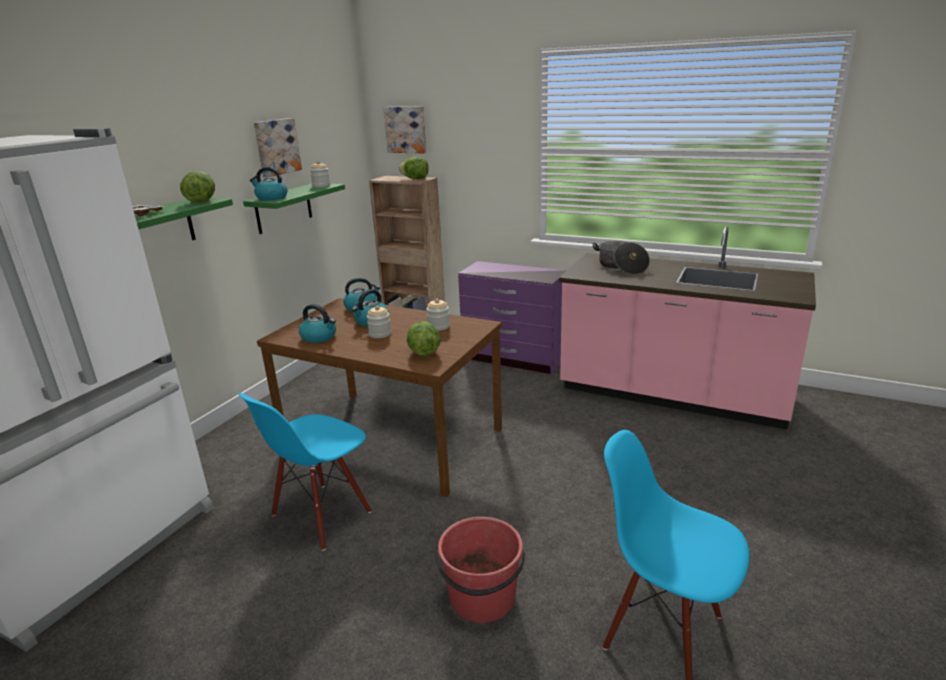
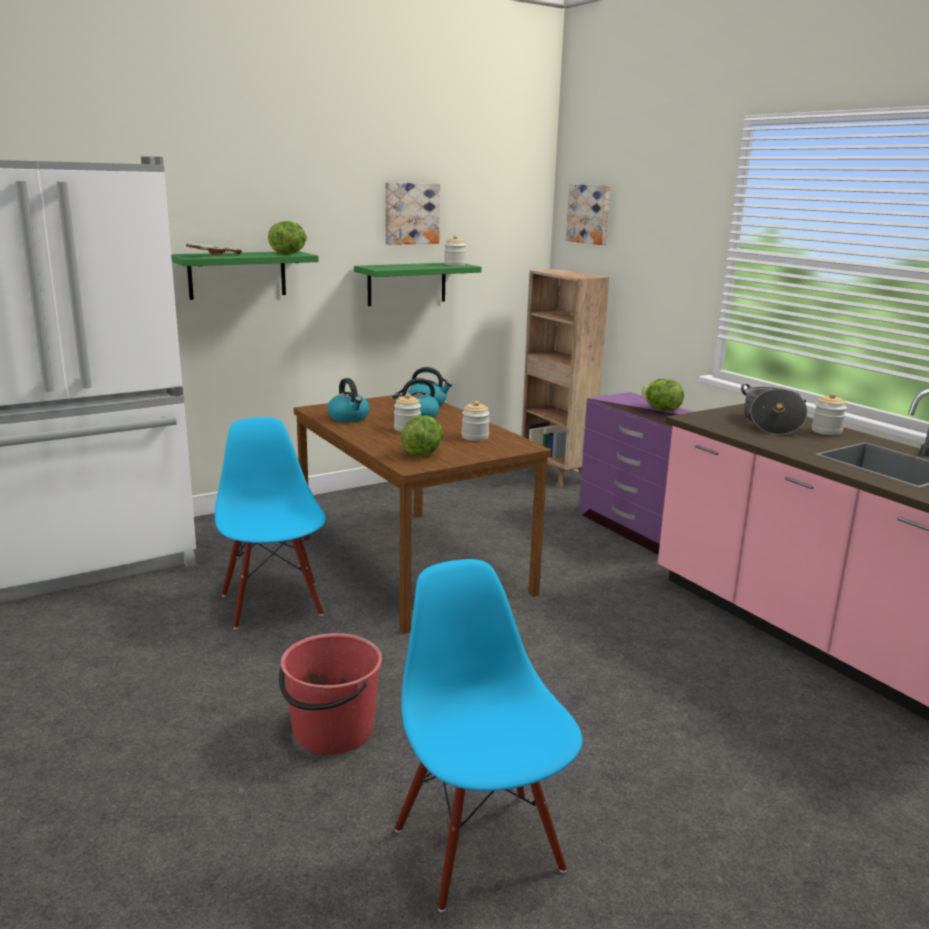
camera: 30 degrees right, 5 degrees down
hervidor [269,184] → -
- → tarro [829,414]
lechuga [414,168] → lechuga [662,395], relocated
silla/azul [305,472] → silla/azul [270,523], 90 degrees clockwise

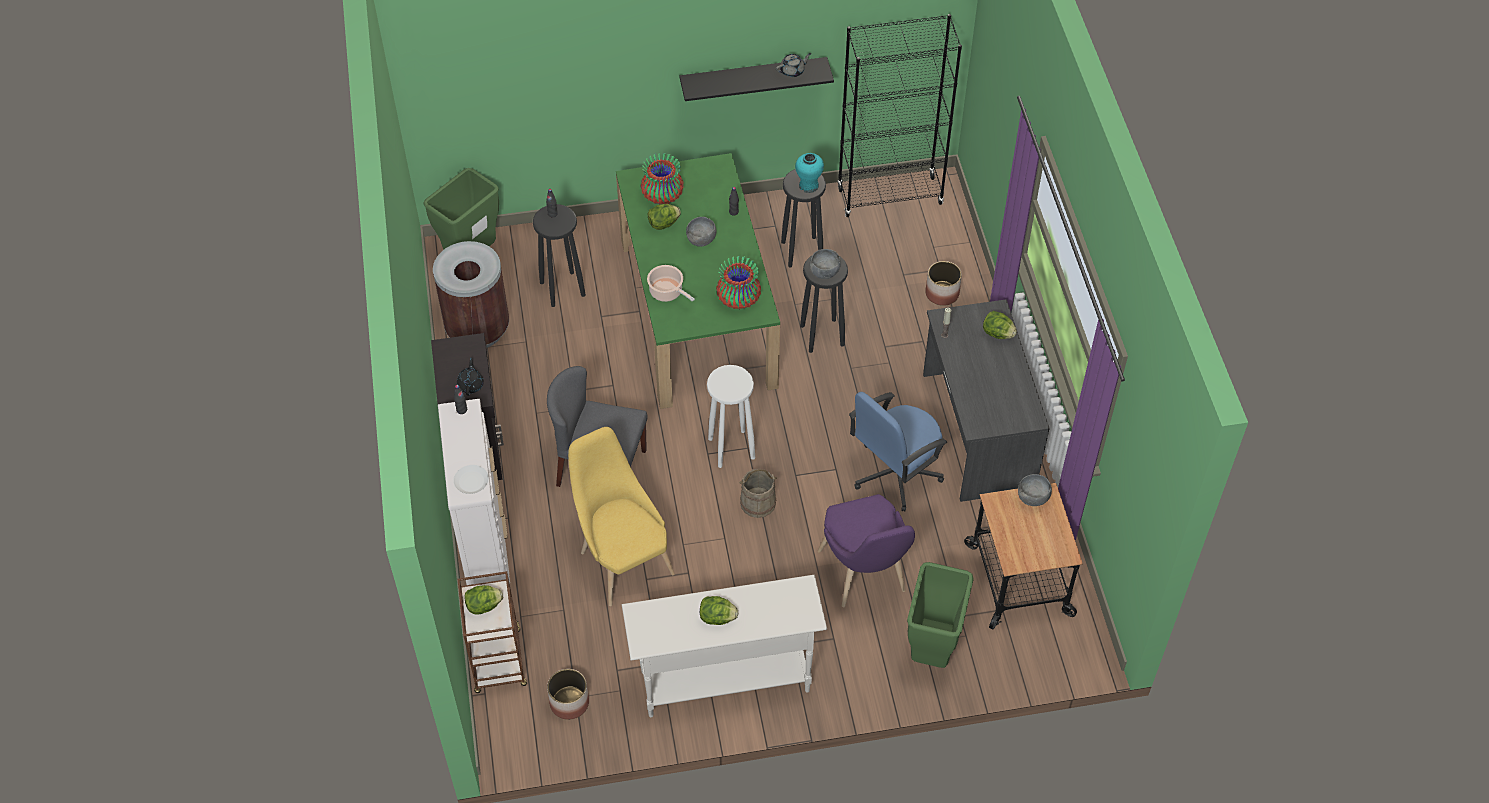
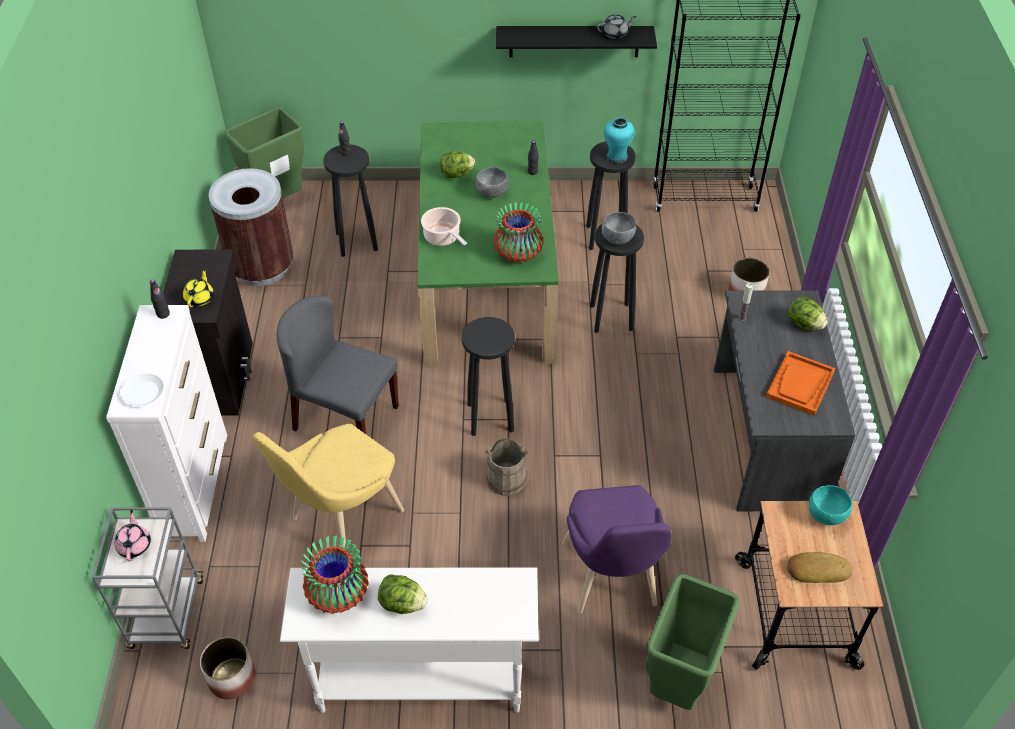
camera: 10 degrees right, 5 degrees down
silla de oficina/azul [898,452] → -
- → bandeja/naranja [800,383]
- → pan [820,567]
florero [662,178] → florero [335,574], relocated
lechuga [483,600] → tetera/rosa [132,536]
tetera/negro [470,376] → tetera/amarillo [198,287]
carrito/marrón [492,632] → carrito/gris [148,578]
taburete/blanco [731,416] → taburete/negro [488,376]
cuenco/gris [1035,490] → cuenco/turquesa [830,505]
silla/amarillo [621,516] → silla/amarillo [328,486], 120 degrees counterclockwise

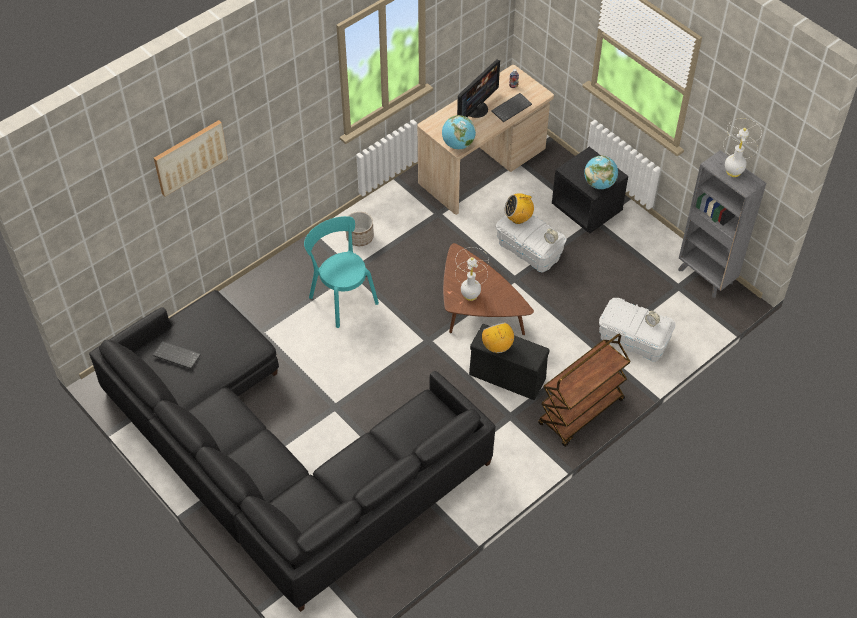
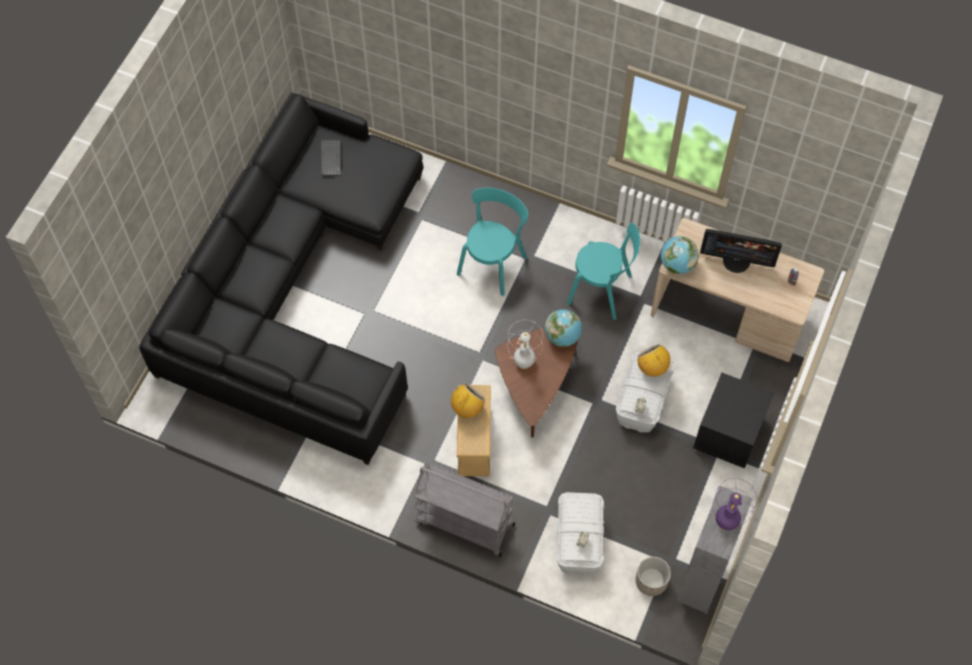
camera: 65 degrees right, 10 degrees up
cuadro [191,158] → -
teclado [511,107] → -
- → silla/turquesa [603,271]
maceta [360,229] → maceta [653,576], relocated
globo terráqueo [601,172] → globo terráqueo [563,328], relocated
caja de almacenaje/negro [509,362] → caja de almacenaje/beis [474,430]
carrito/marrón [584,390] → carrito/gris [464,510]
lámpara de mesa/blanco [742,147] → lámpara de mesa/morado [734,504]

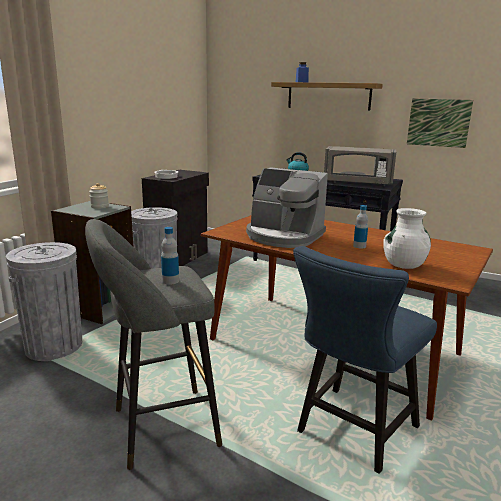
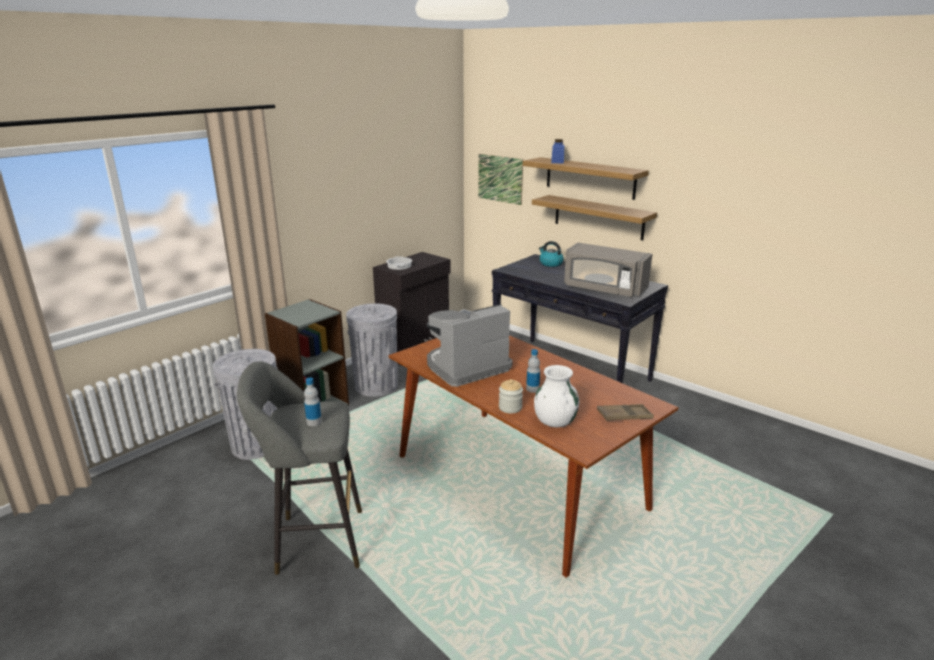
camera: 15 degrees right, 5 degrees up
silla/azul [365,360] → -
- → estante [594,217]
- → bandeja/marrón [625,412]
tarro [99,196] → tarro [511,396], relocated
cuadro [440,123] → cuadro [500,179], relocated
cafetera [287,207] → cafetera [470,345], 105 degrees clockwise

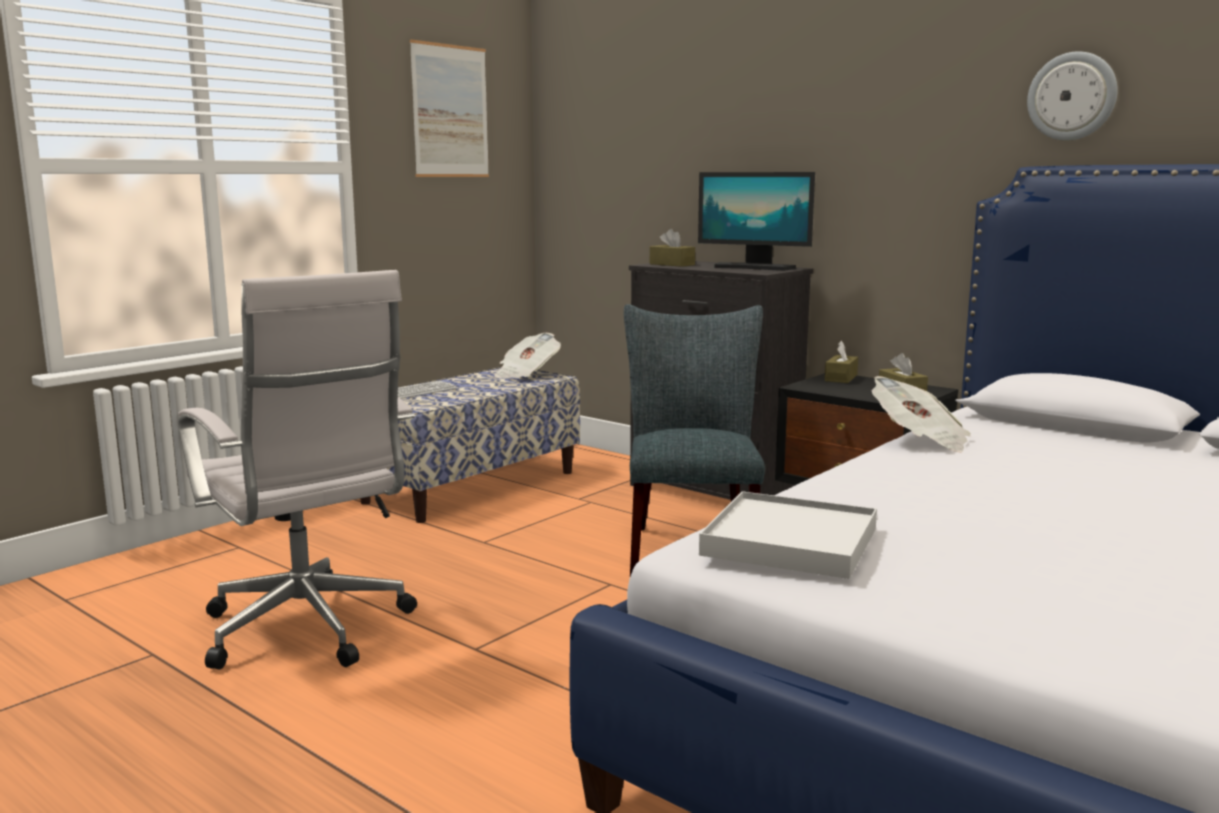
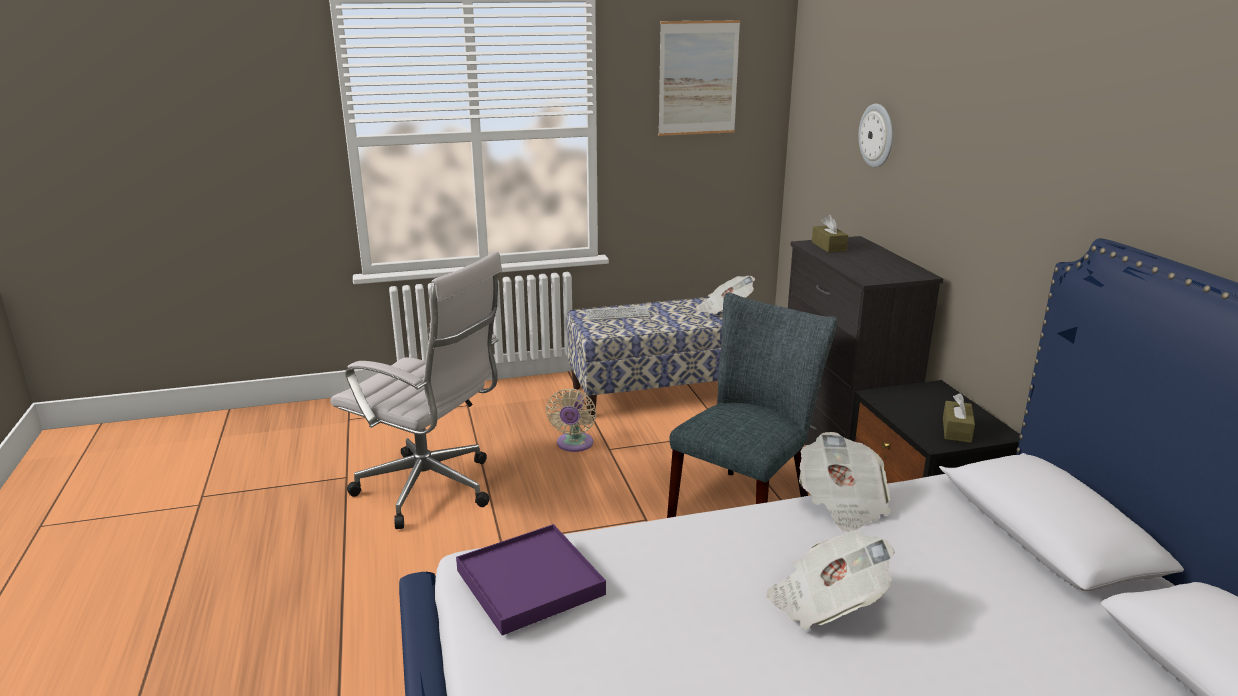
camera: 35 degrees right, 10 degrees up
monitor [756,221] → -
caja de pañuelos/marrón [841,362] → -
- → ventilador/beis [571,420]
- → periódico [831,580]
reloj de pared [1072,96] → reloj de pared [875,136], relocated
bandeja/blanco [788,535] → bandeja/morado [531,580]
silla de oficina/blanco [297,469] → silla de oficina/blanco [416,390], 60 degrees counterclockwise

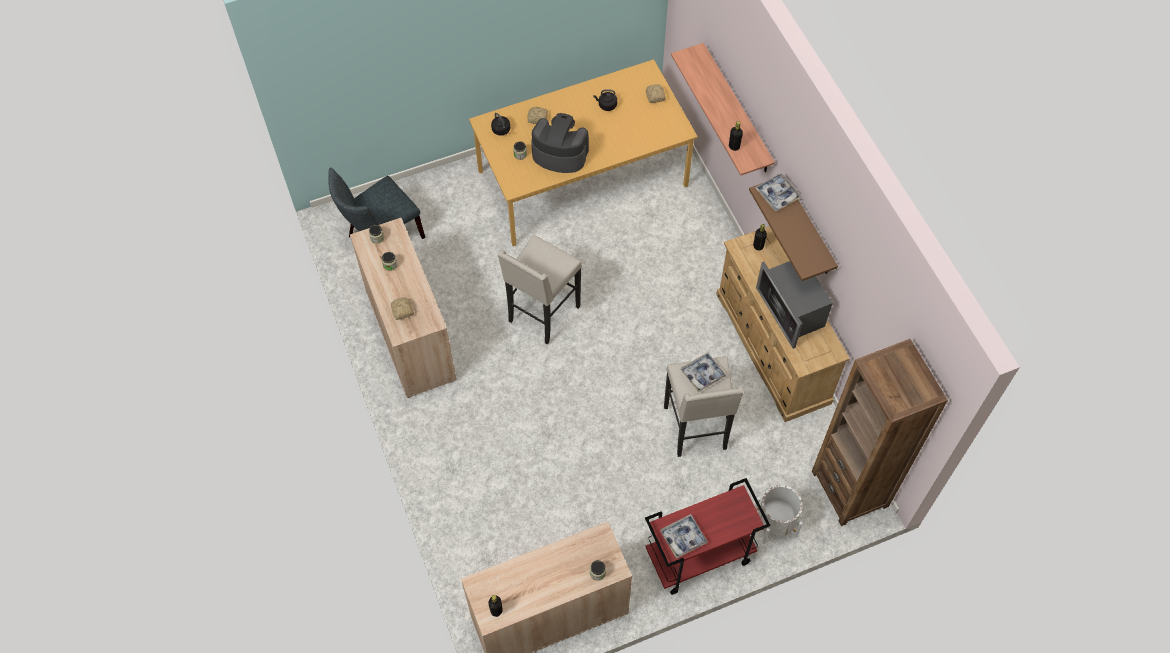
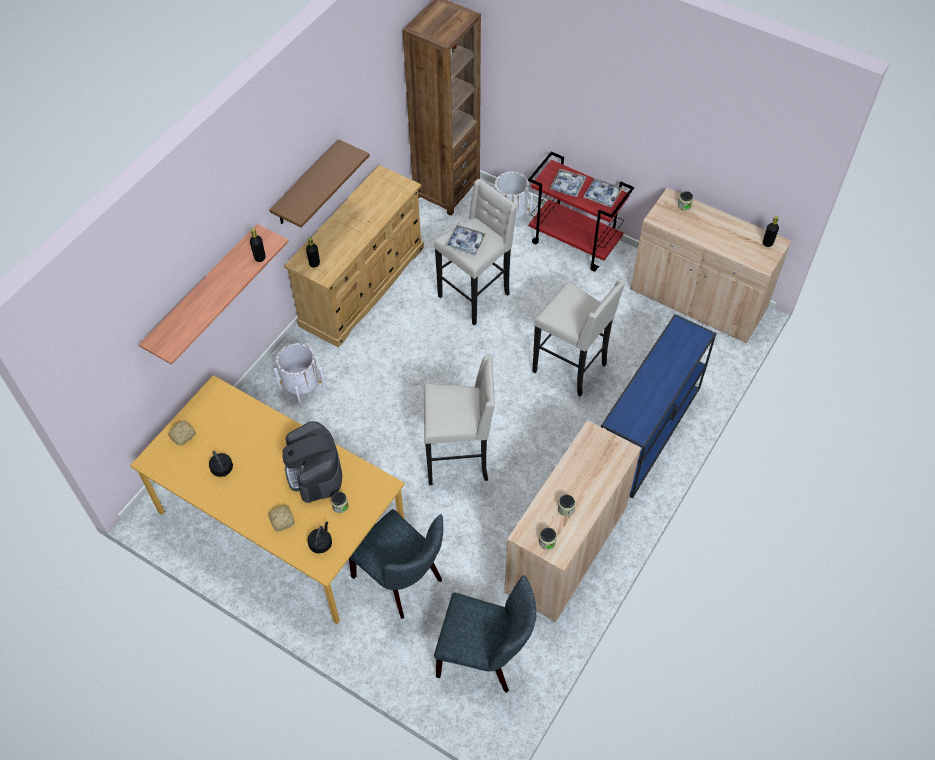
camera: 125 degrees left, 5 degrees down
pan [402,308] → -
microondas [794,305] → -
- → maceta/blanco [300,375]
- → silla/gris [396,564]
- → taburete/beis [579,338]
- → mesa consola/azul [658,406]
bandeja [778,192] → bandeja [568,183], relocated

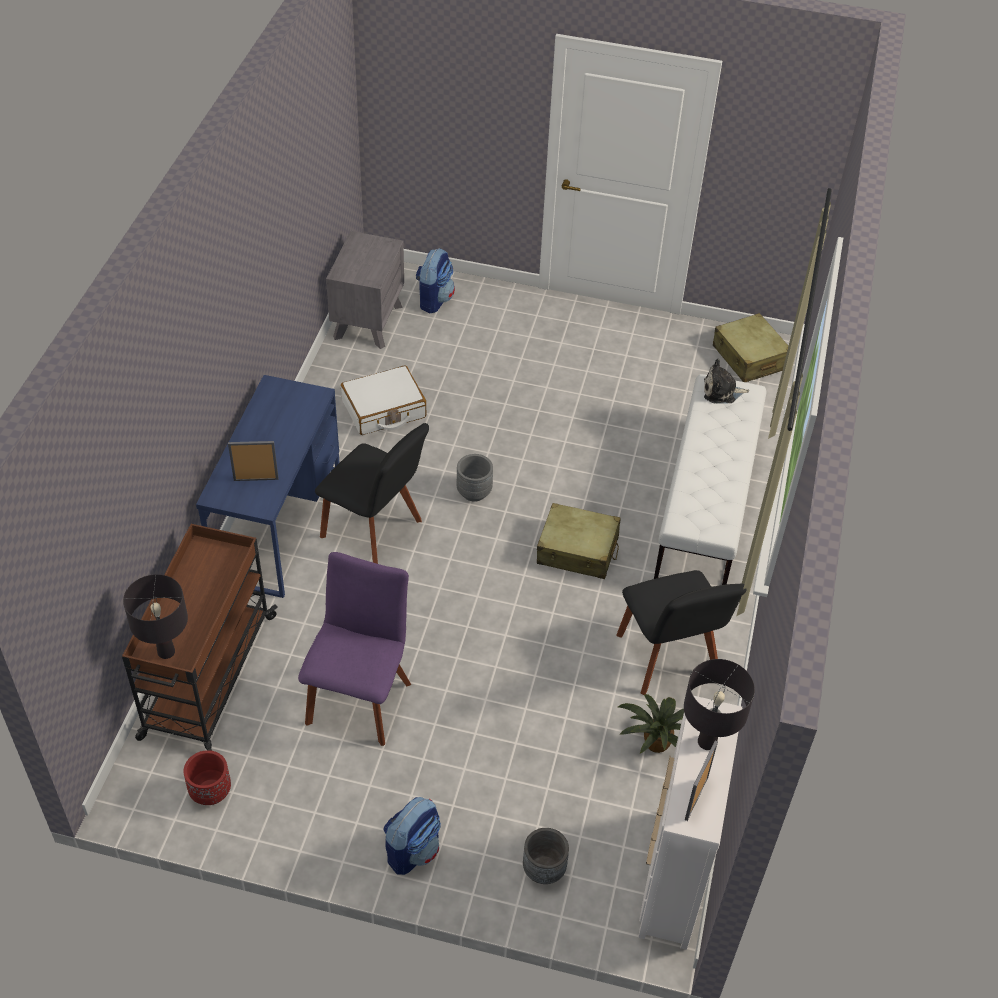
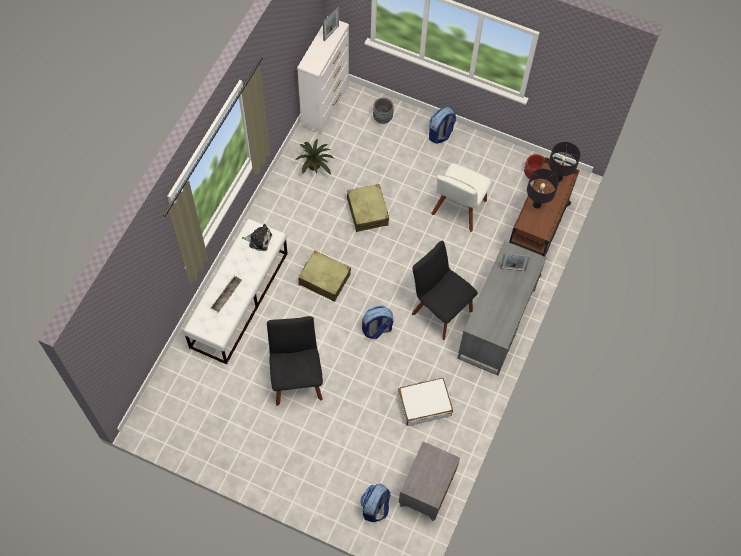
camera: 170 degrees left, 15 degrees up
- → bandeja [226,294]
silla/negro [681,632] → silla/negro [295,361], relocated
lámpara de mesa/negro [719,704] → lámpara de mesa/negro [543,188], relocated
peluche [726,381] → peluche [257,237], relocated
maleta/beis [750,347] → maleta/beis [368,208], relocated
maceta/gris [474,478] → mochila [377,322]
escritorio/azul [267,486] → escritorio/gris [501,308]
silla/morado [354,649] → silla/blanco [461,197]

